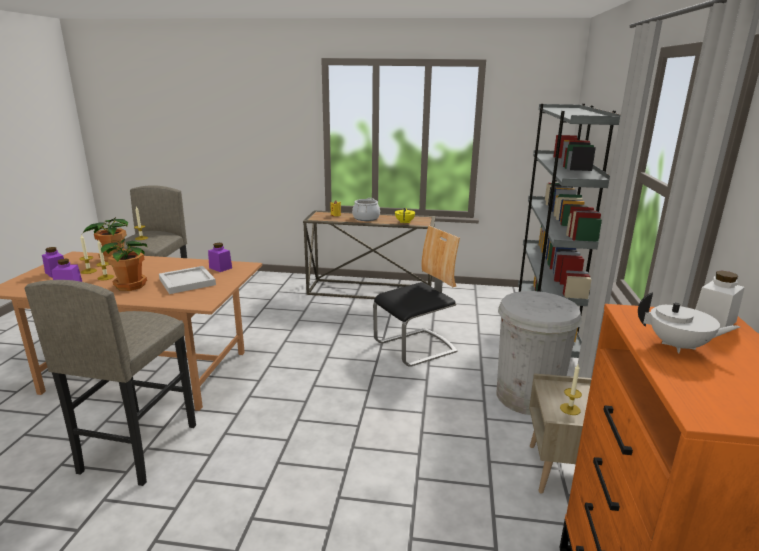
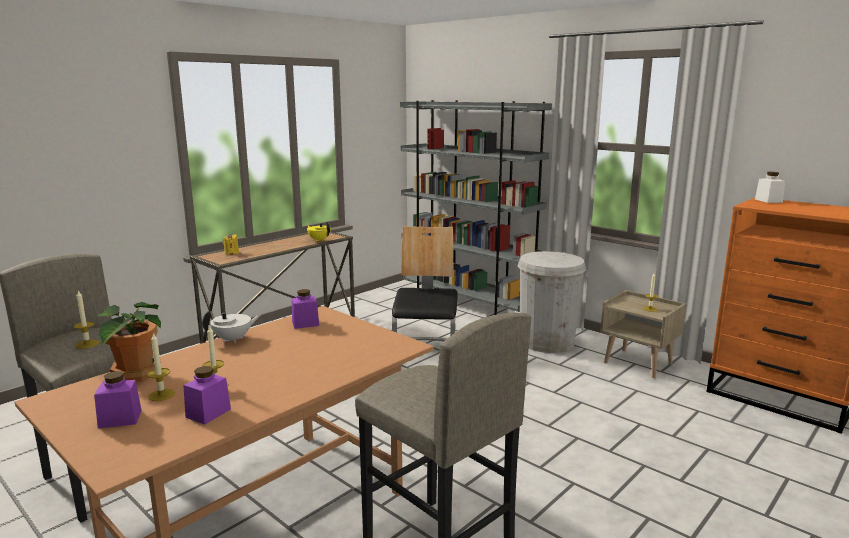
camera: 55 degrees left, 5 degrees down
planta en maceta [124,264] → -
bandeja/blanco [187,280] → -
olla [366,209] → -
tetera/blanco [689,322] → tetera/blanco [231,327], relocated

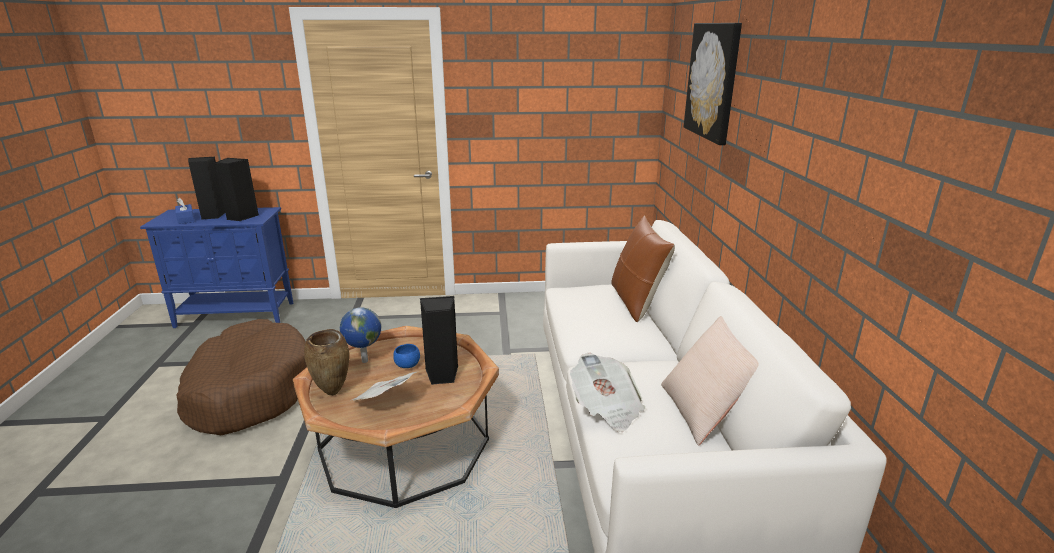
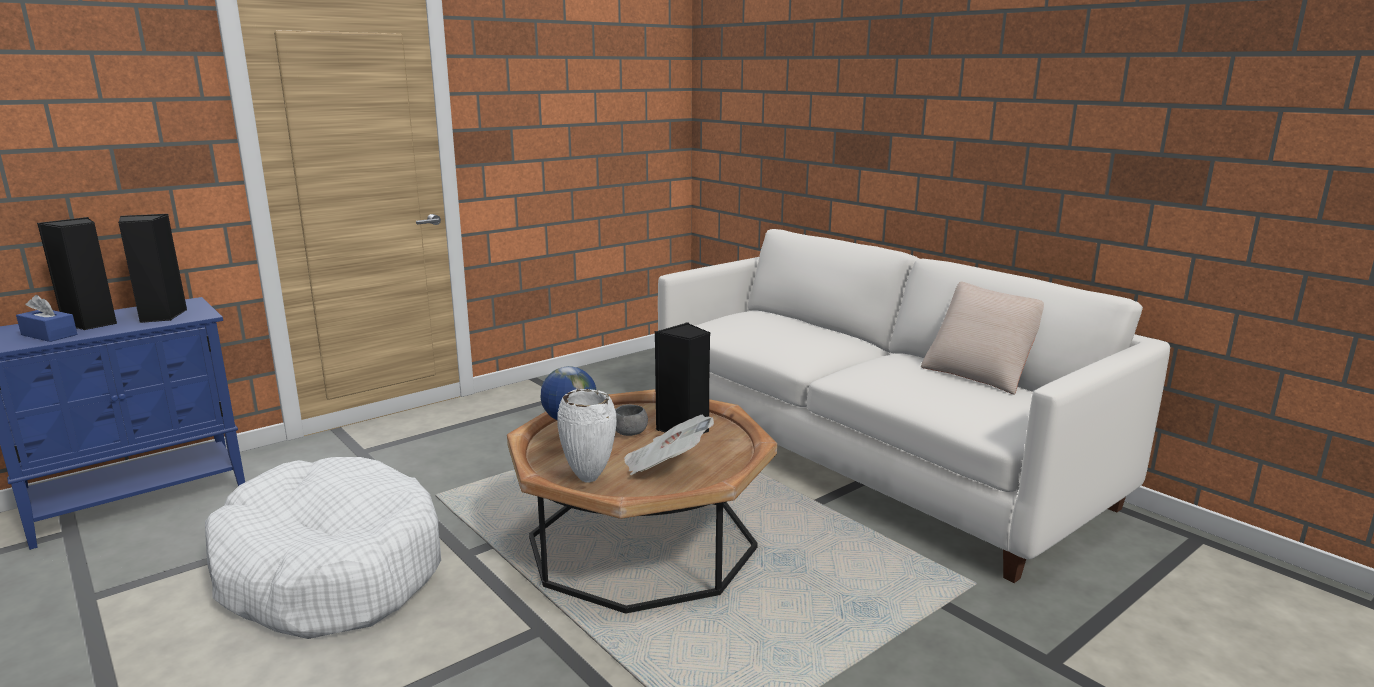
camera: 35 degrees left, 5 degrees down
periódico [607,392] → -
cojín/marrón [643,269] → -
cuadro [713,84] → -
cama para perro/marrón [241,377] → cama para perro/blanco [323,548]
florero/marrón [326,362] → florero/blanco [587,436]
cuenco/azul [406,356] → cuenco/gris [631,420]

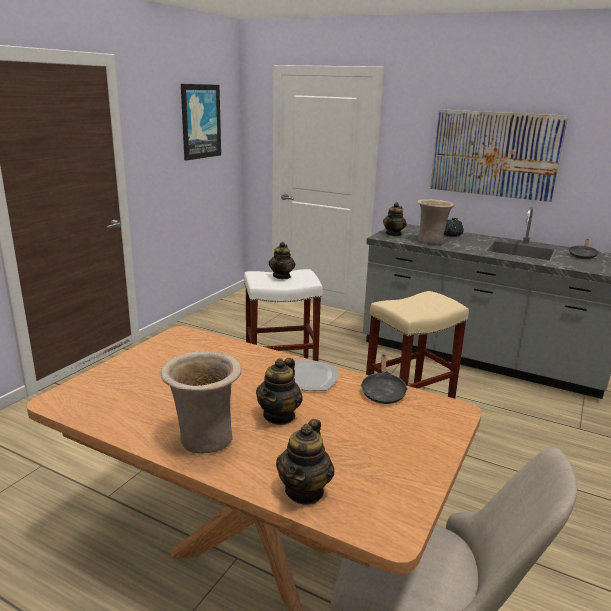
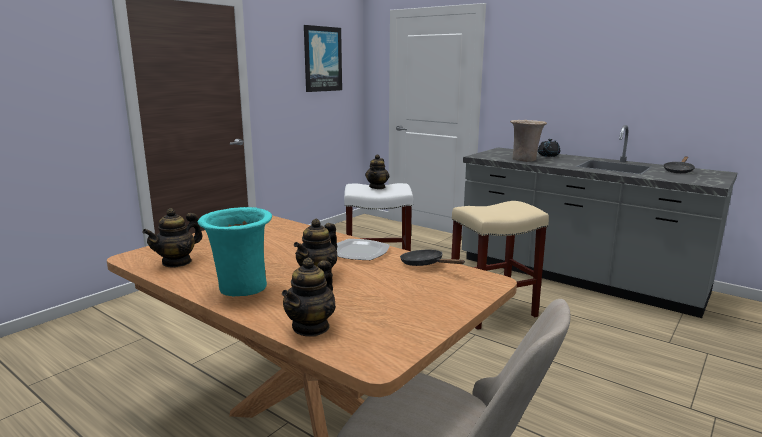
camera: 10 degrees right, 5 degrees down
cuadro [499,155] → -
tetera [394,219] → tetera [173,238], relocated
florero/beis [201,402] → florero/turquesa [235,252]
sartén/negro [384,379] → sartén/negro [432,258], 120 degrees clockwise

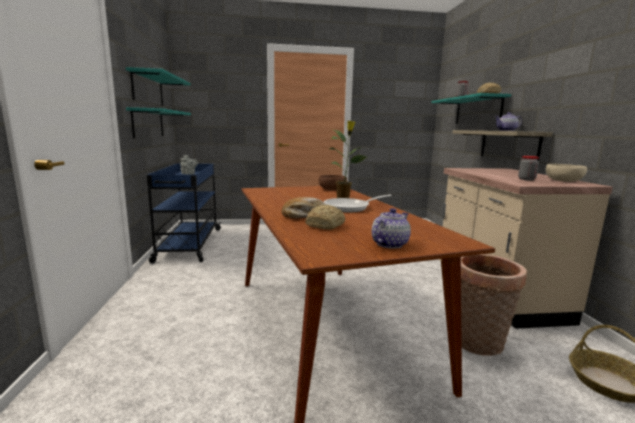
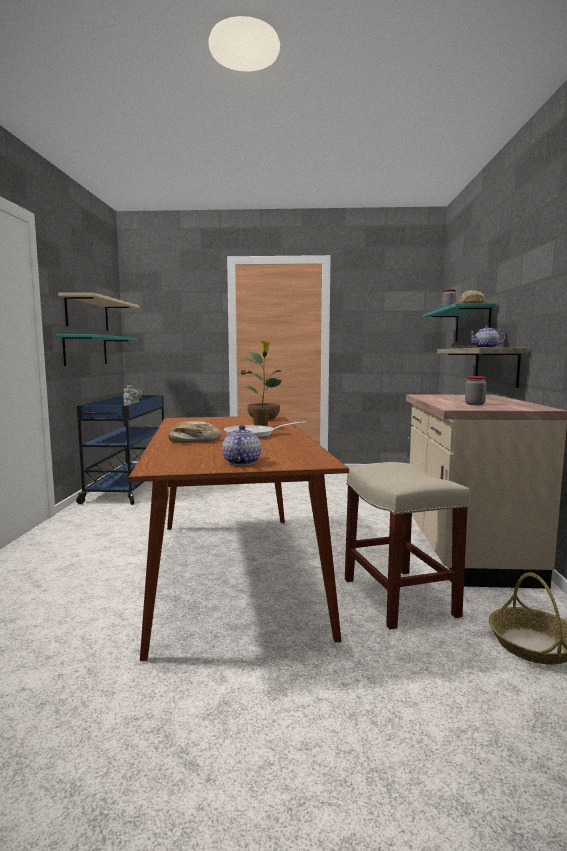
camera: 10 degrees right, 5 degrees down
pan [325,217] → -
cuenco/beis [566,173] → -
cesta [494,305] → taburete/beis [407,546]
estante/turquesa [158,86] → estante/beis [98,312]
tetera [391,228] → tetera [241,445], 45 degrees counterclockwise

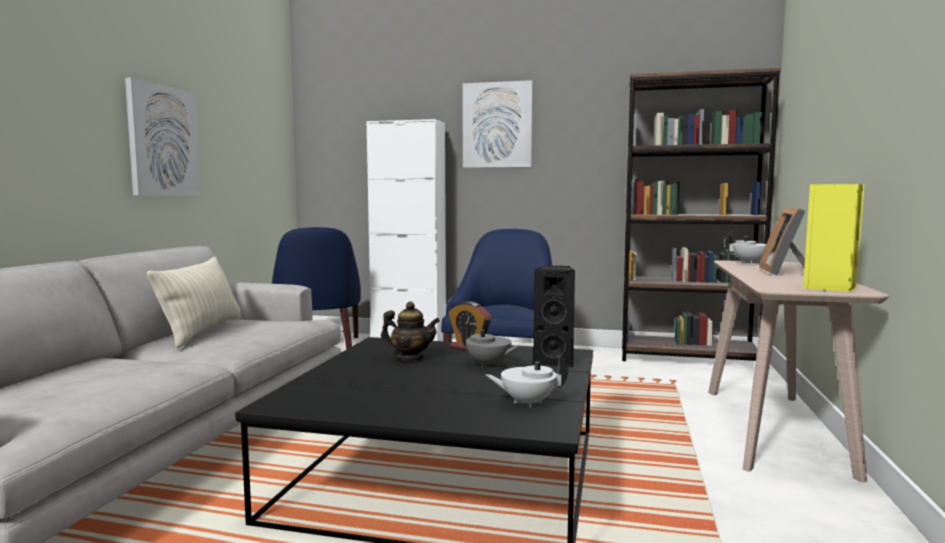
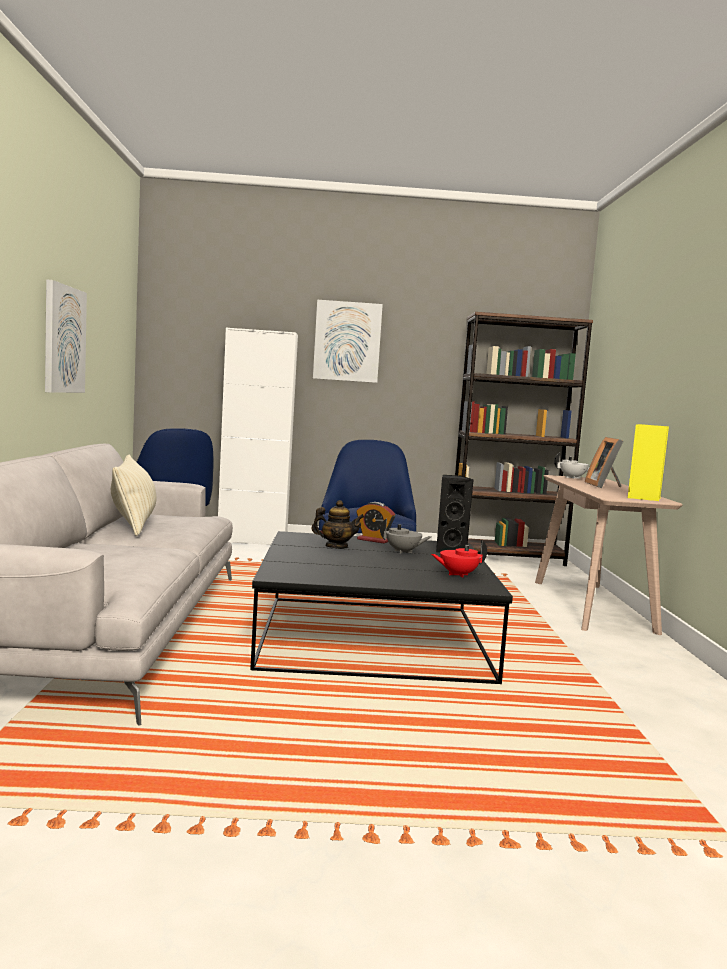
camera: 15 degrees left, 0 degrees up
tetera/blanco [527,381] → tetera/rojo [459,559]

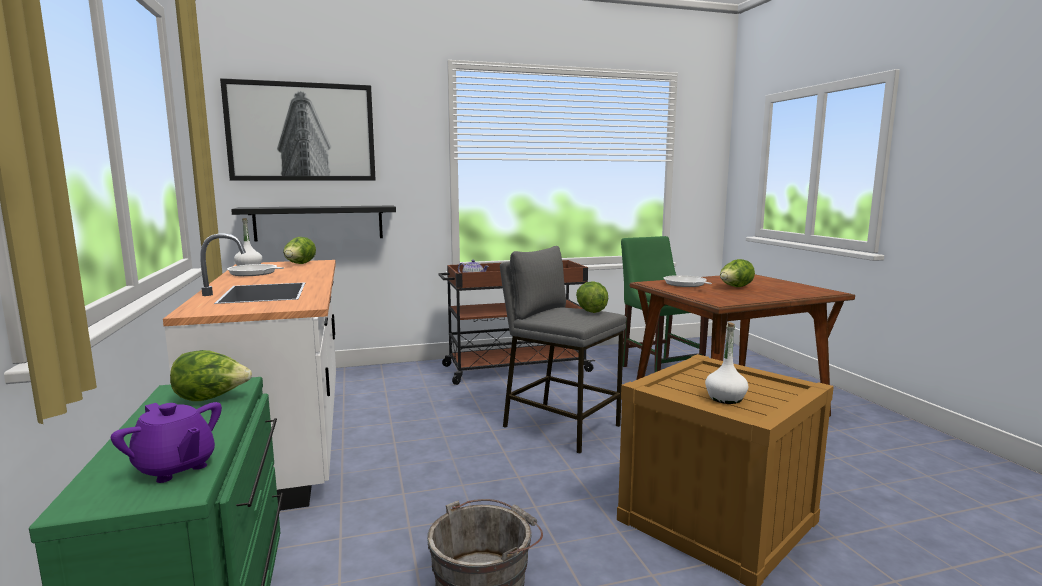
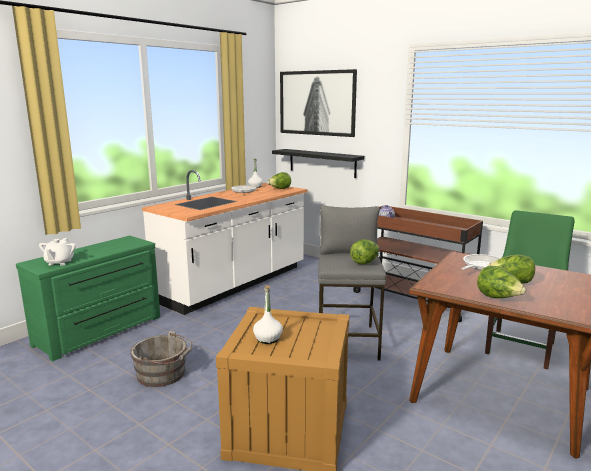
camera: 55 degrees right, 5 degrees up
lechuga [211,375] → lechuga [501,282], relocated
tetera/morado [166,442] → tetera/blanco [57,252]

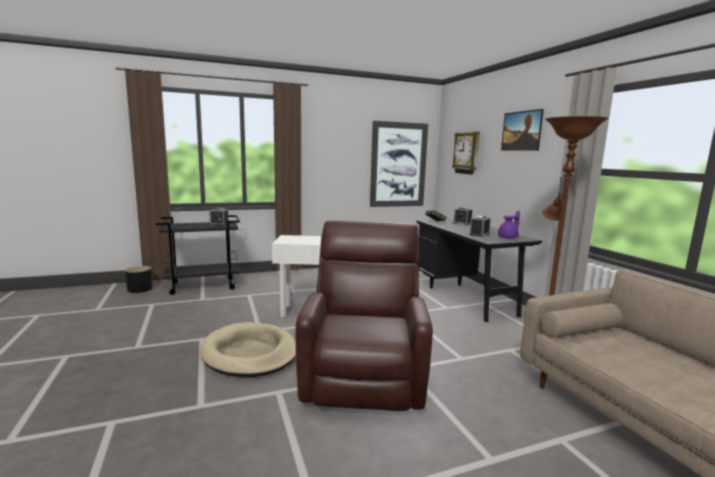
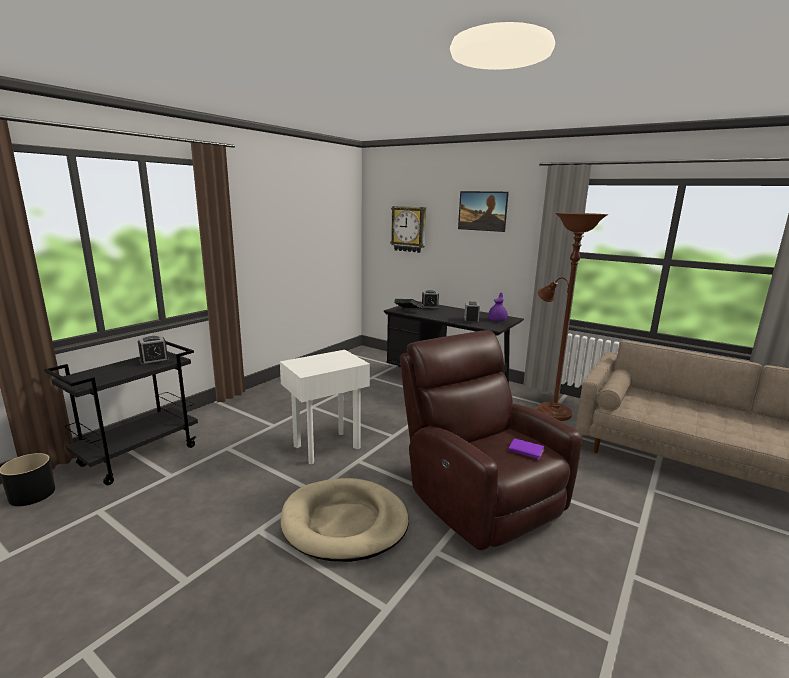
camera: 35 degrees left, 5 degrees up
cuadro [399,164] → -
- → libro/morado [526,449]

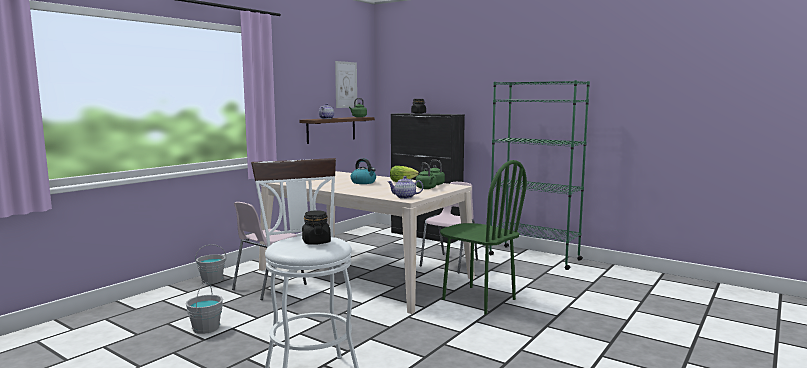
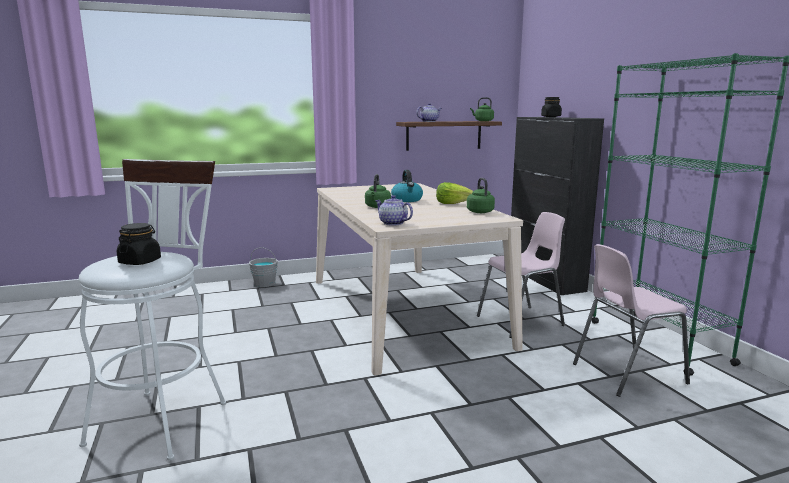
camera: 35 degrees right, 5 degrees up
cubo/gris [204,308] → -
cuadro [346,84] → -
silla/verde [483,237] → -
silla/rosa [269,251] → silla/rosa [631,320], relocated
hervidor/verde [426,175] → hervidor/verde [378,191], relocated

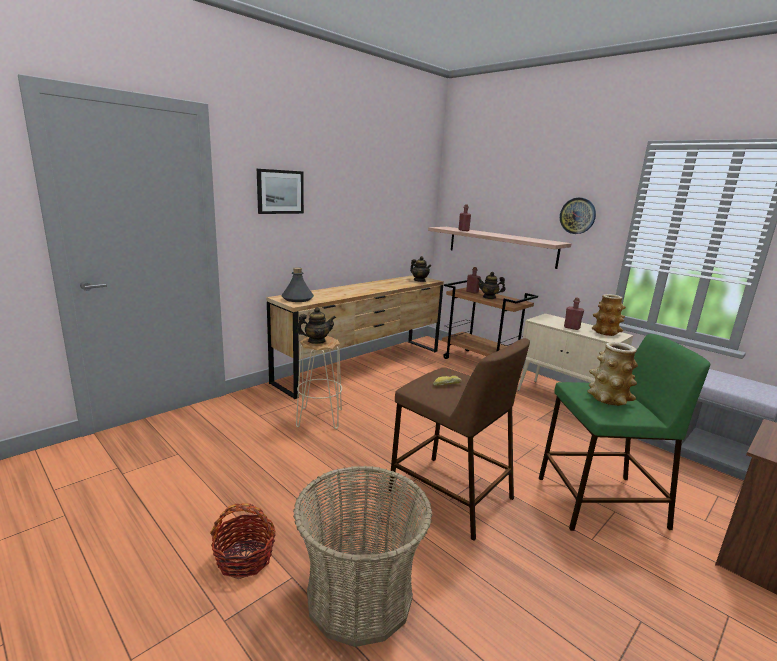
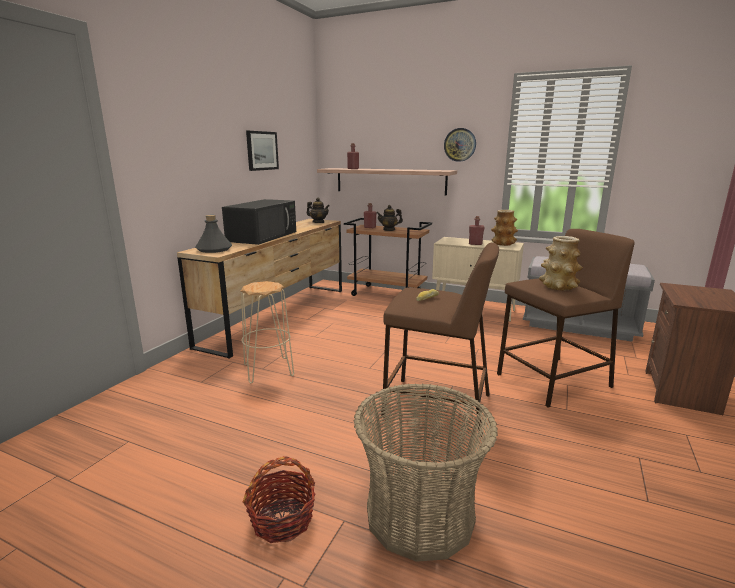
camera: 20 degrees left, 0 degrees up
tetera [316,325] → -
- → microondas/negro [259,222]
cuadro [280,191] → cuadro [262,151], relocated
taburete/verde [624,432] → taburete/marrón [566,318]

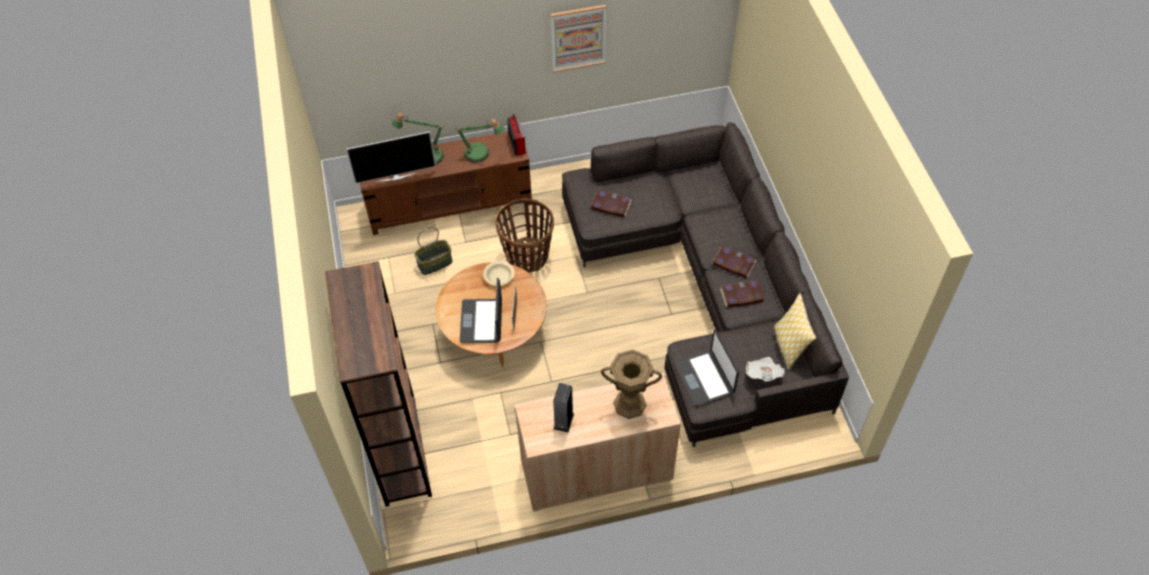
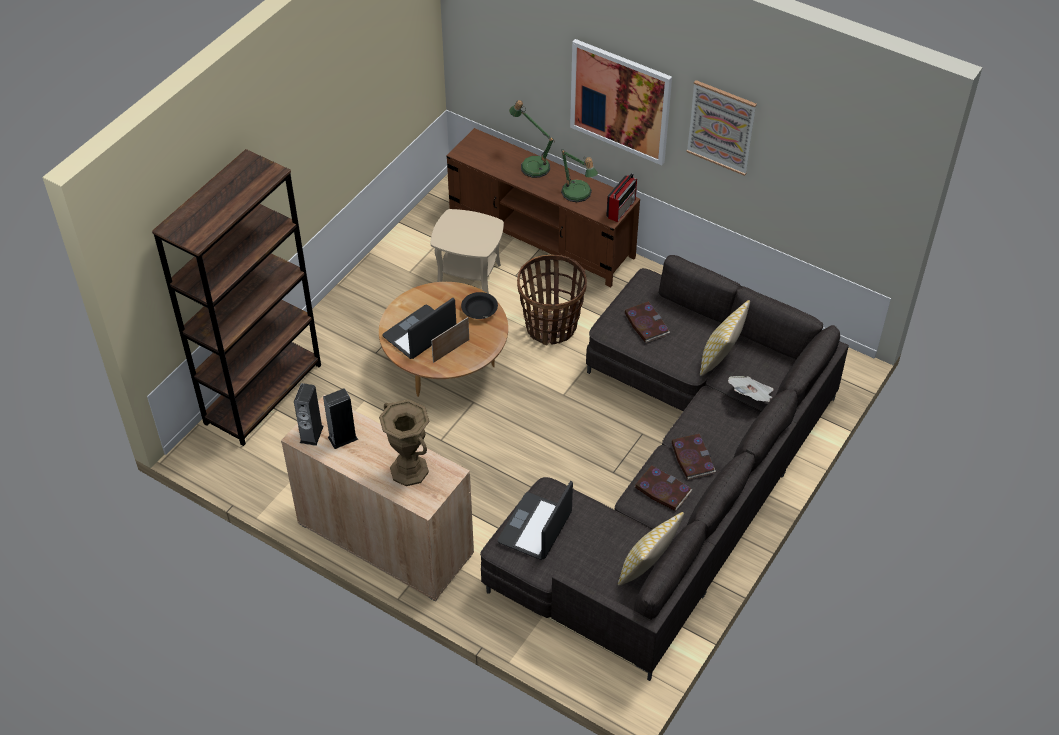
camera: 45 degrees right, 5 degrees down
televisor [391,157] → -
- → altavoz [309,414]
- → cuadro [621,102]
- → cojín [725,338]
periódico [765,369] → periódico [751,389], relocated
cesta [433,251] → mesa auxiliar/beis [467,251]
cuenco/beis [499,273] → cuenco/negro [479,305]

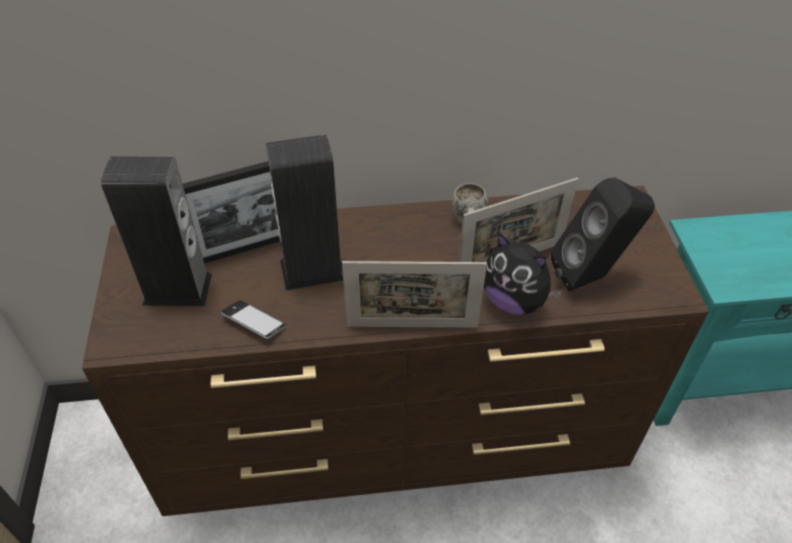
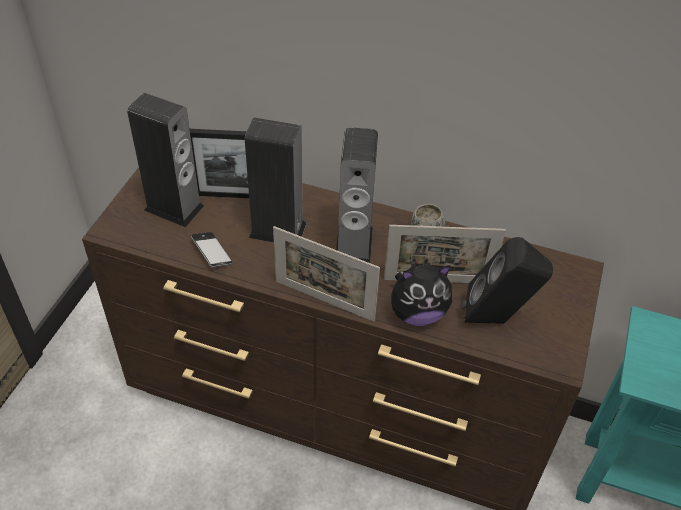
camera: 25 degrees right, 0 degrees up
- → altavoz [357,195]
peluche [523,273] → peluche [421,295], 75 degrees counterclockwise

